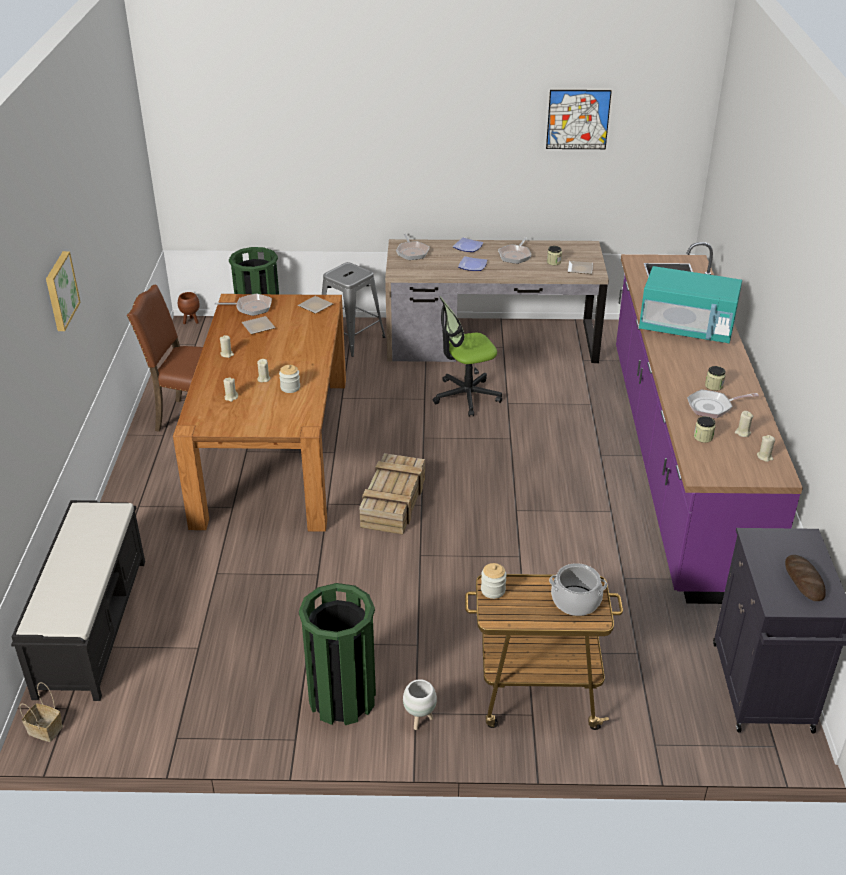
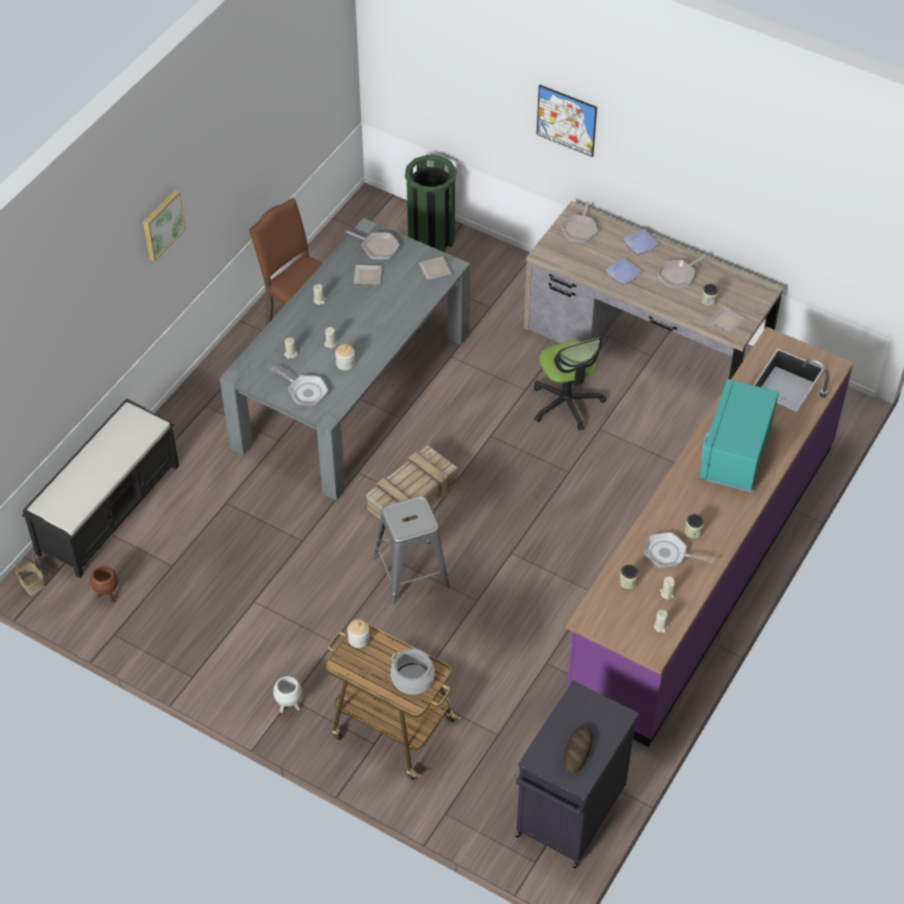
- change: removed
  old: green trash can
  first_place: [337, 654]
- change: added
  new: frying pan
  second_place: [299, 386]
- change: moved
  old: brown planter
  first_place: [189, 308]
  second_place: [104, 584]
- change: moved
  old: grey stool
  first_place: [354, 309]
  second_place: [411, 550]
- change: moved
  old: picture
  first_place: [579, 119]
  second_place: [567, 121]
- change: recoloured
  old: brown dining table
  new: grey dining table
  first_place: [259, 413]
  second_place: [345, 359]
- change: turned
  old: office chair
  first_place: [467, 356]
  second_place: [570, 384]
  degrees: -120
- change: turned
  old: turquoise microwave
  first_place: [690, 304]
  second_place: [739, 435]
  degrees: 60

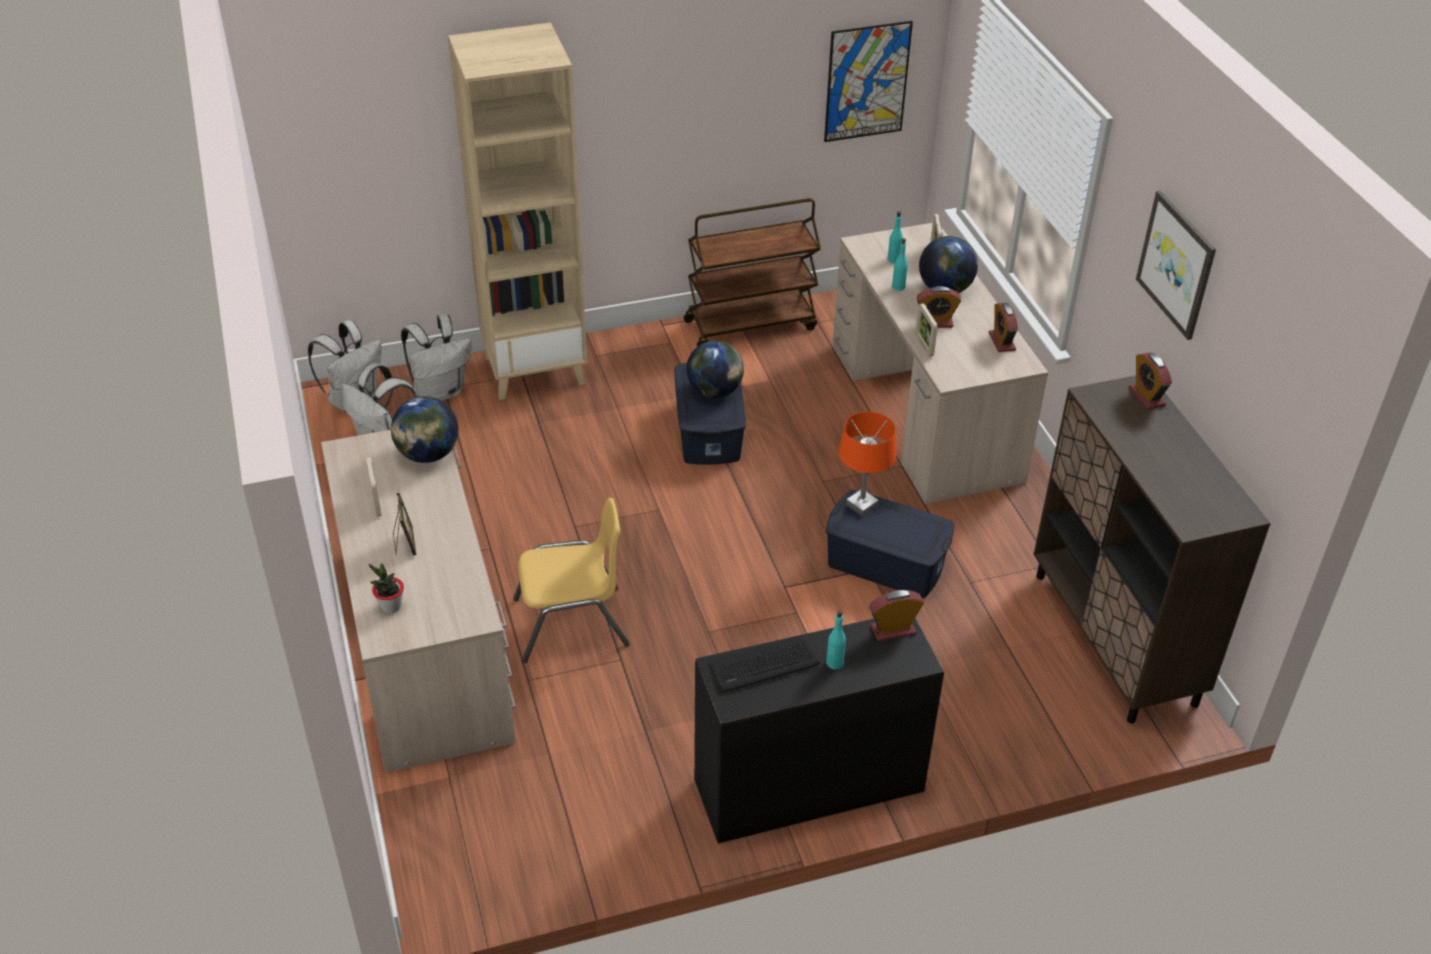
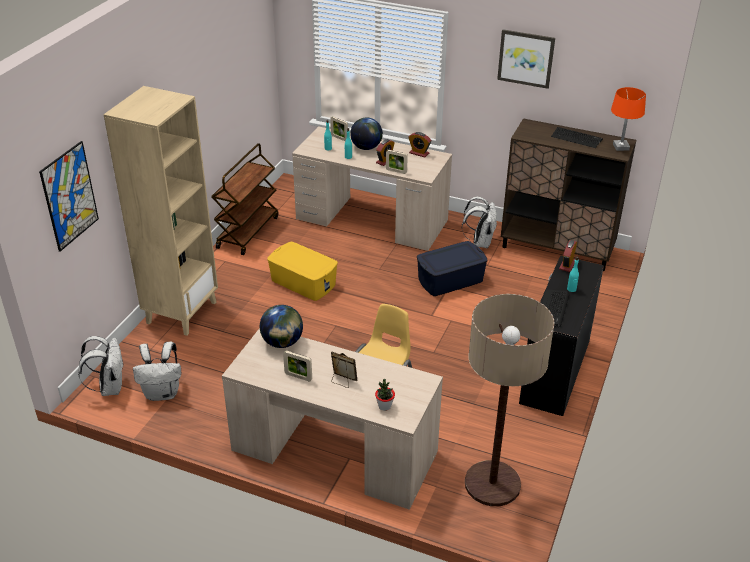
- change: removed
  old: globe
  first_place: [715, 369]
- change: removed
  old: alarm clock
  first_place: [1150, 381]
- change: added
  new: floor lamp
  second_place: [510, 400]
- change: added
  new: keyboard
  second_place: [577, 137]
- change: moved
  old: white backpack
  first_place: [436, 357]
  second_place: [479, 222]
- change: moved
  old: picture
  first_place: [868, 81]
  second_place: [69, 196]
- change: moved
  old: orange table lamp
  first_place: [867, 464]
  second_place: [628, 119]
- change: recoloured
  old: blue storage box
  new: yellow storage box
  first_place: [710, 414]
  second_place: [302, 271]

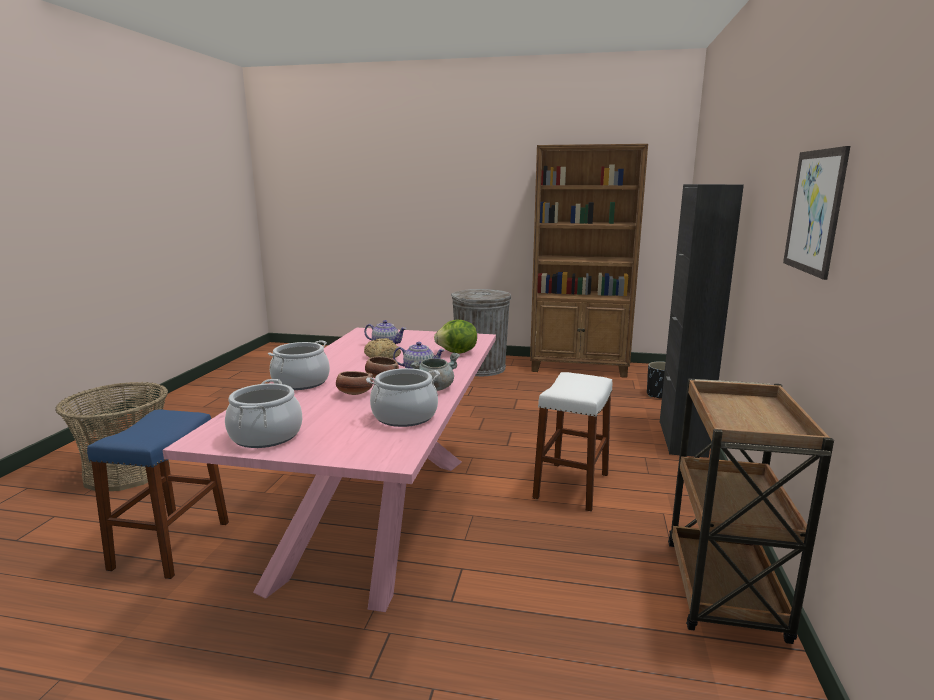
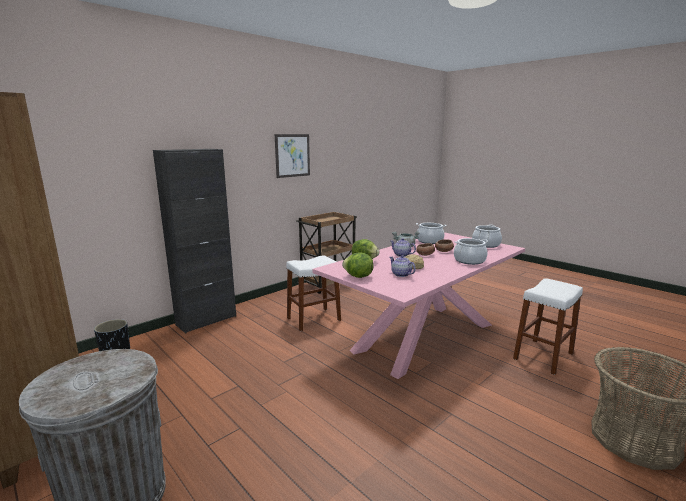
- change: added
  new: lettuce
  second_place: [358, 265]
- change: recoloured
  old: blue stool
  new: white stool
  first_place: [158, 494]
  second_place: [548, 326]

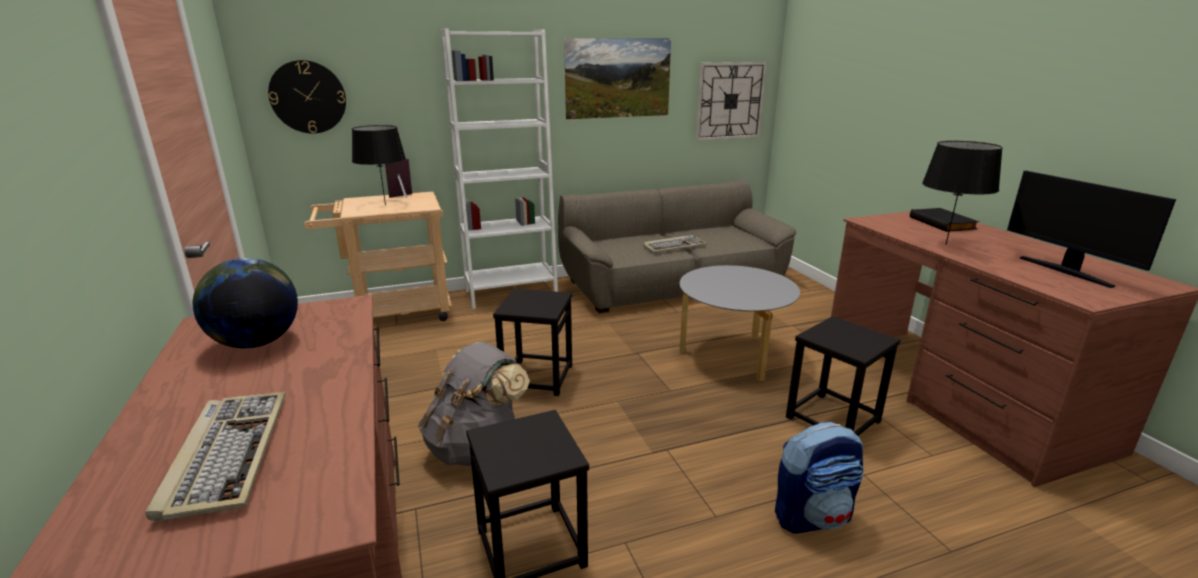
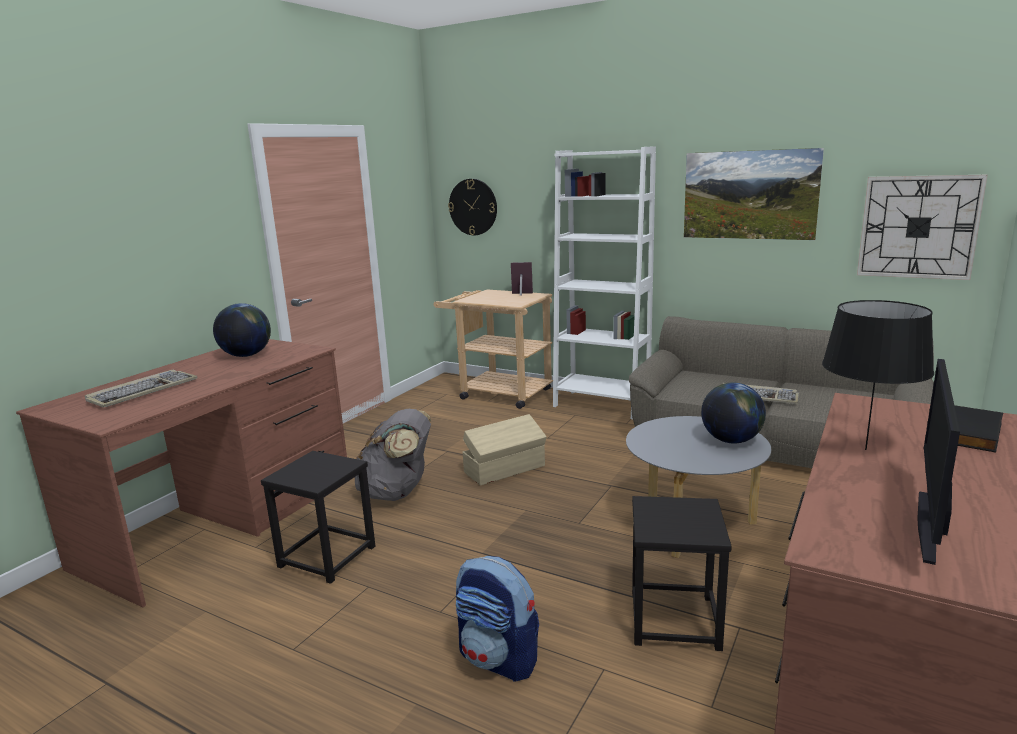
- change: removed
  old: black table lamp
  first_place: [379, 165]
- change: added
  new: globe
  second_place: [733, 413]
- change: replaced
  old: black stool
  new: beige storage box
  first_place: [532, 342]
  second_place: [505, 450]

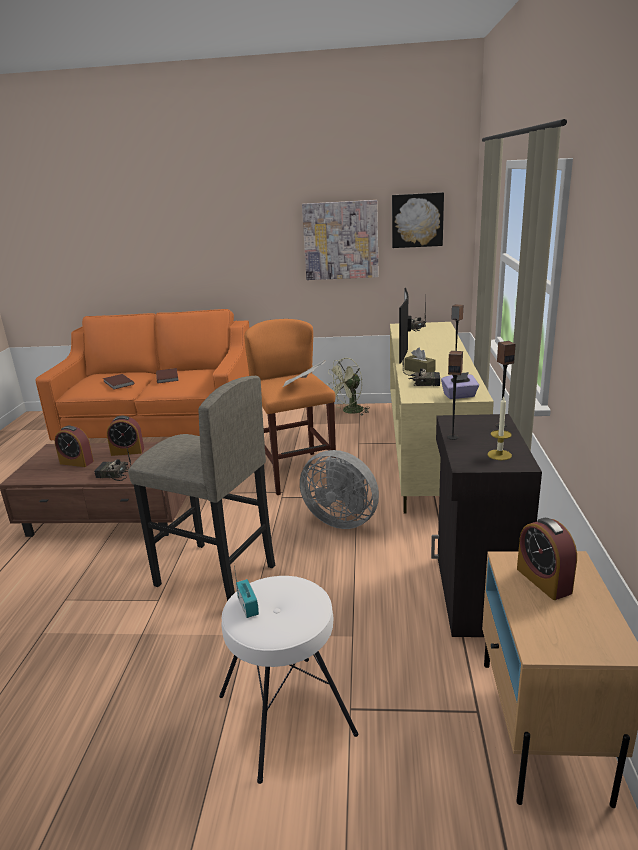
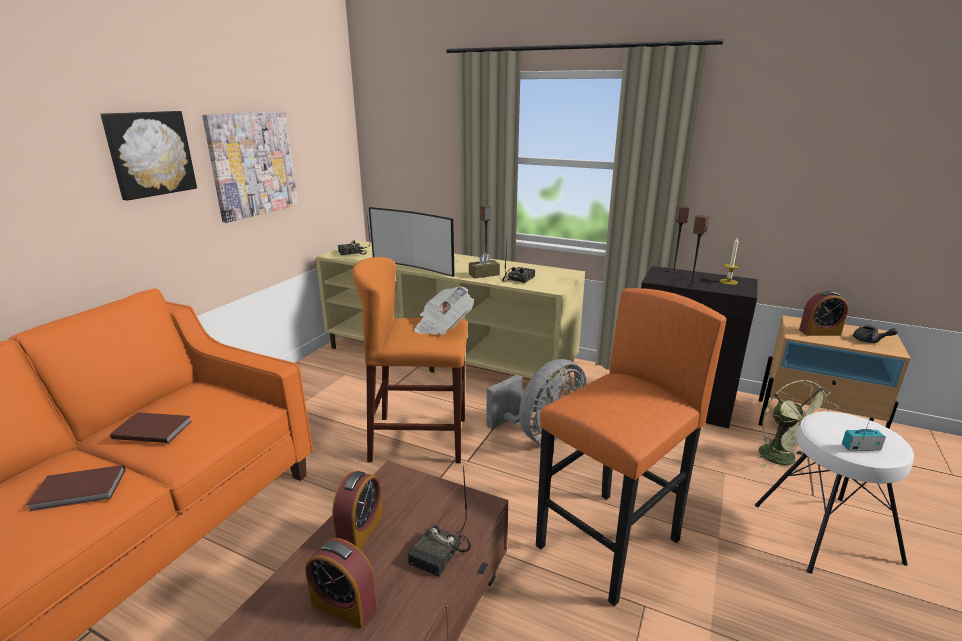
- change: removed
  old: purple tissue box
  first_place: [460, 385]
- change: added
  new: grey teapot
  second_place: [875, 334]
- change: moved
  old: green fan
  first_place: [349, 386]
  second_place: [799, 424]
- change: moved
  old: picture
  first_place: [418, 220]
  second_place: [148, 156]
- change: recoloured
  old: grey stool
  new: orange stool
  first_place: [201, 488]
  second_place: [631, 447]
- change: turned
  old: alarm clock
  first_place: [74, 446]
  second_place: [341, 583]
  degrees: 75

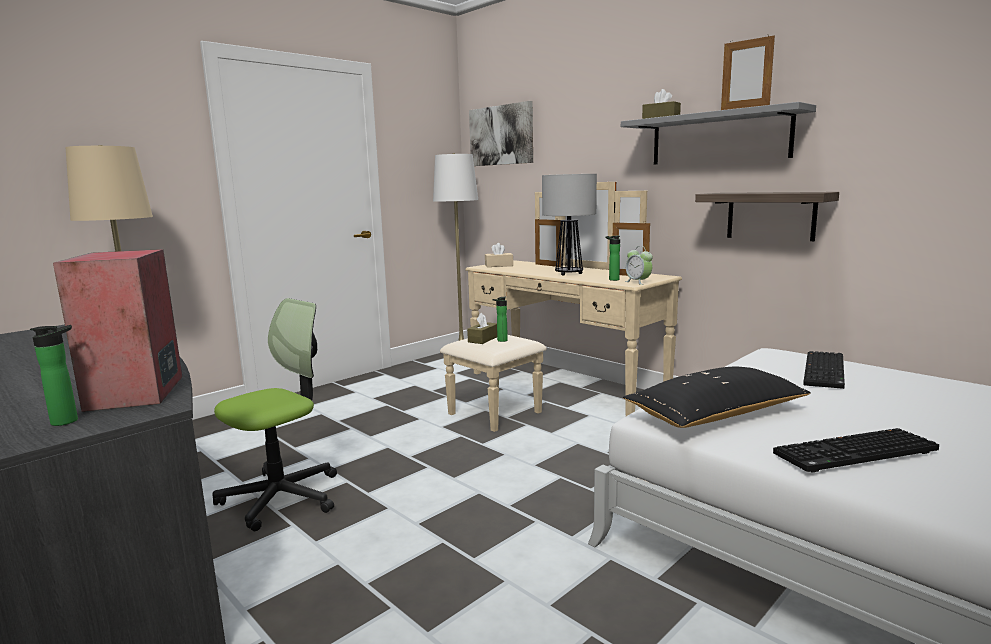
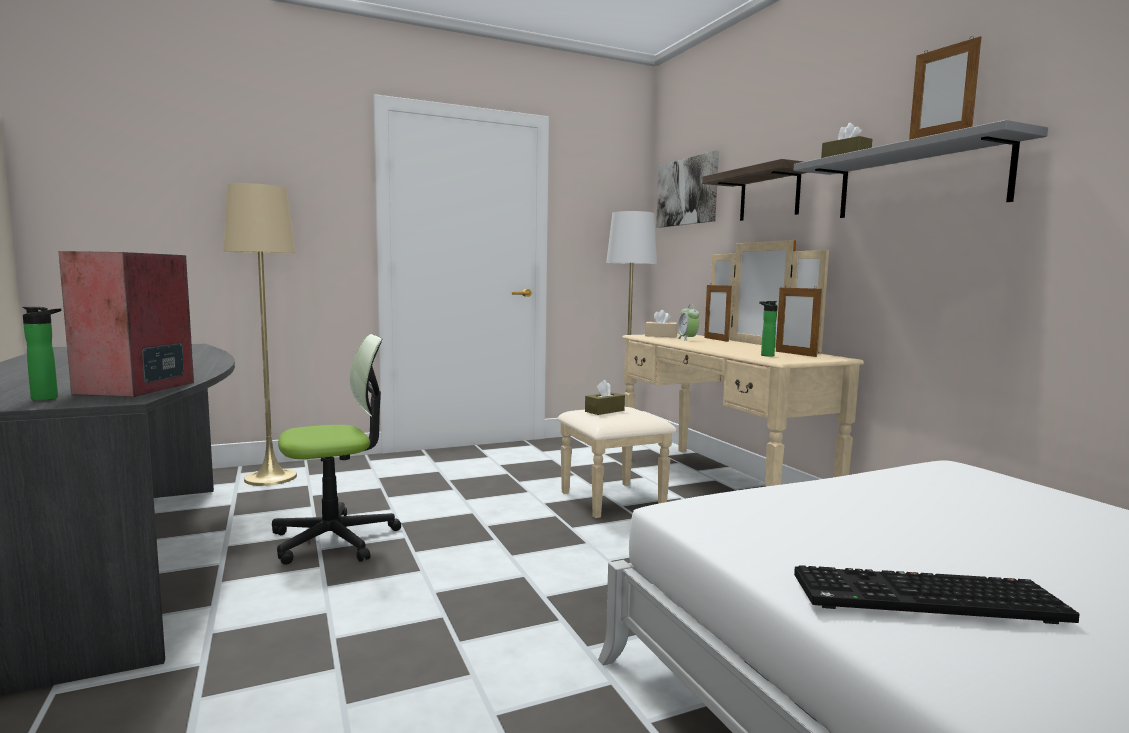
- change: removed
  old: bottle
  first_place: [500, 319]
- change: removed
  old: table lamp
  first_place: [569, 225]
- change: removed
  old: black pillow
  first_place: [717, 397]
- change: removed
  old: keyboard
  first_place: [824, 370]
- change: moved
  old: alarm clock
  first_place: [639, 265]
  second_place: [688, 322]
- change: moved
  old: shelf
  first_place: [767, 216]
  second_place: [755, 190]

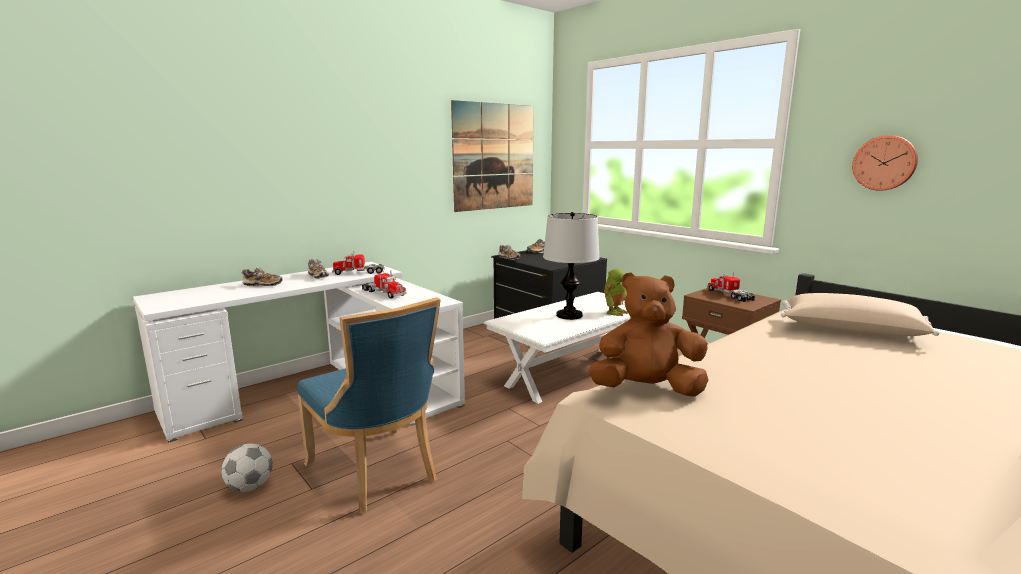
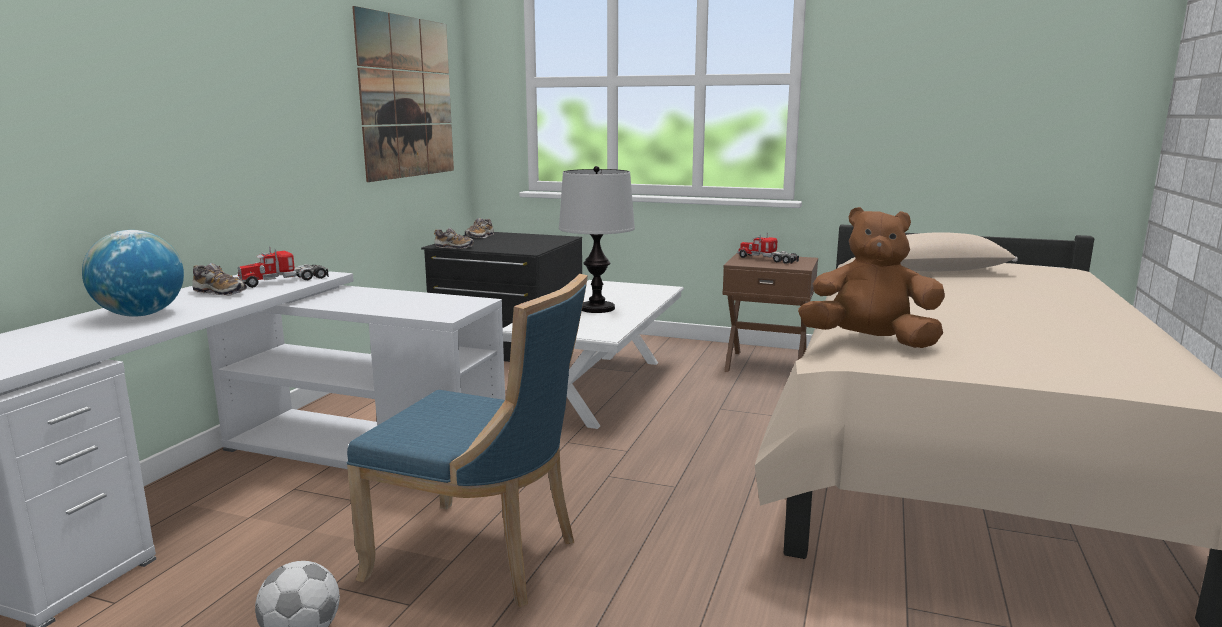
- change: removed
  old: toy truck
  first_place: [384, 285]
- change: removed
  old: toy robot
  first_place: [616, 292]
- change: removed
  old: wall clock
  first_place: [885, 163]
- change: replaced
  old: shoe
  new: globe
  first_place: [262, 276]
  second_place: [133, 273]
- change: turned
  old: brown plush toy
  first_place: [648, 334]
  second_place: [871, 277]
  degrees: 45

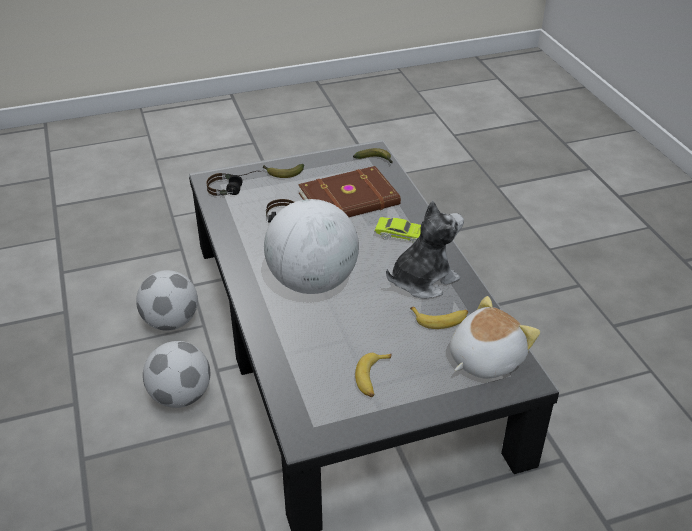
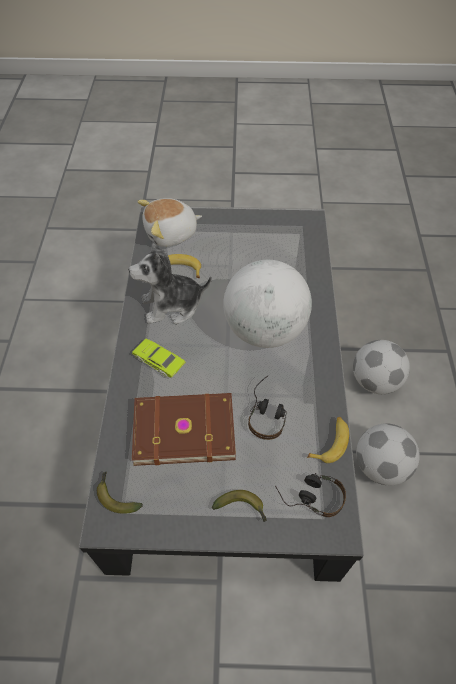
- change: moved
  old: banana
  first_place: [373, 375]
  second_place: [328, 440]

